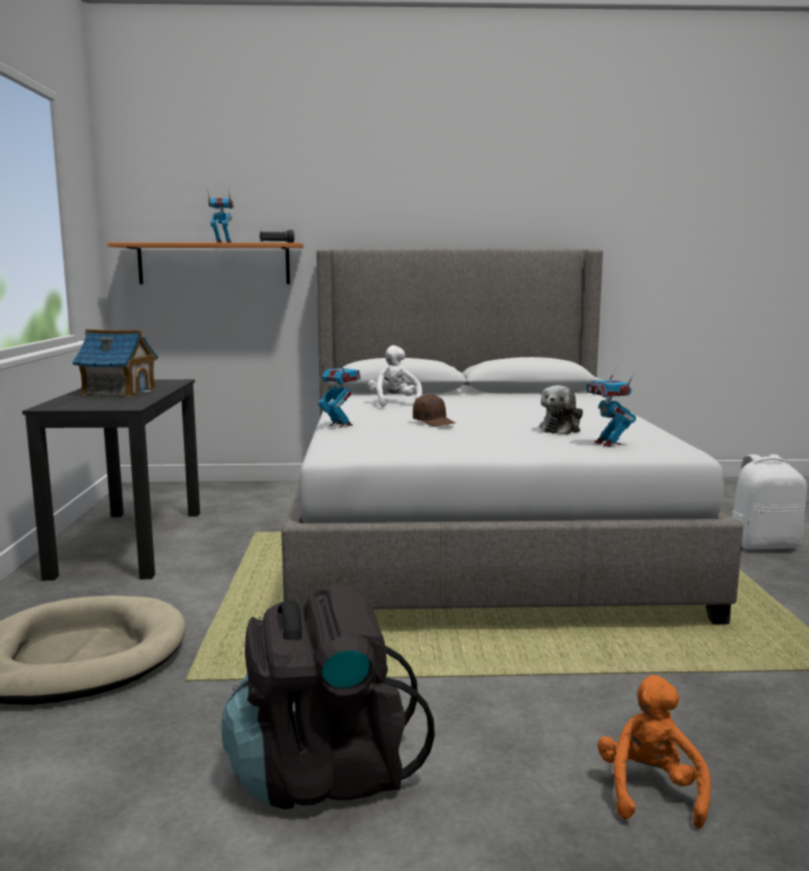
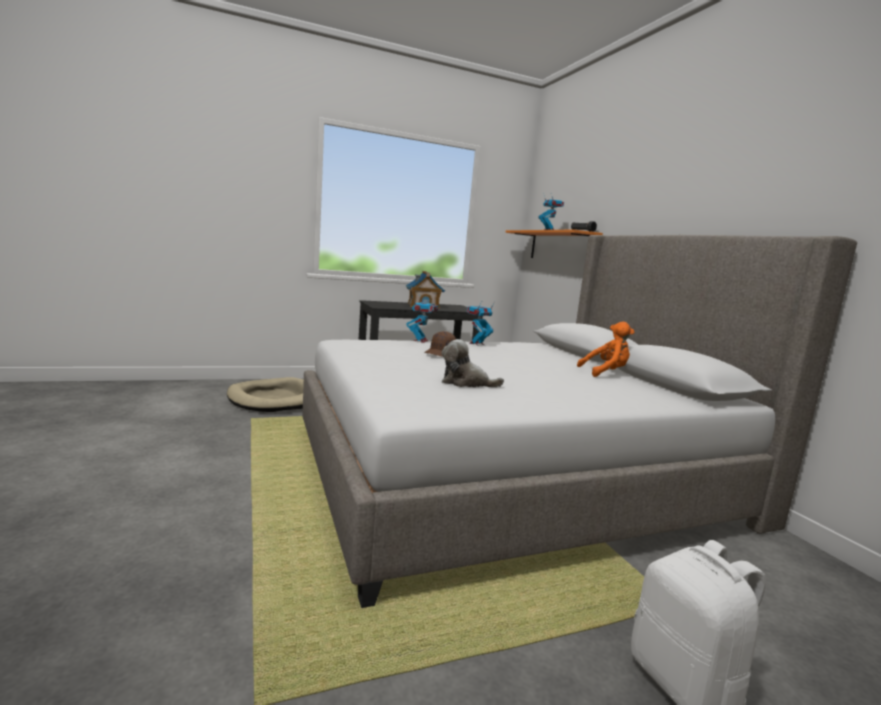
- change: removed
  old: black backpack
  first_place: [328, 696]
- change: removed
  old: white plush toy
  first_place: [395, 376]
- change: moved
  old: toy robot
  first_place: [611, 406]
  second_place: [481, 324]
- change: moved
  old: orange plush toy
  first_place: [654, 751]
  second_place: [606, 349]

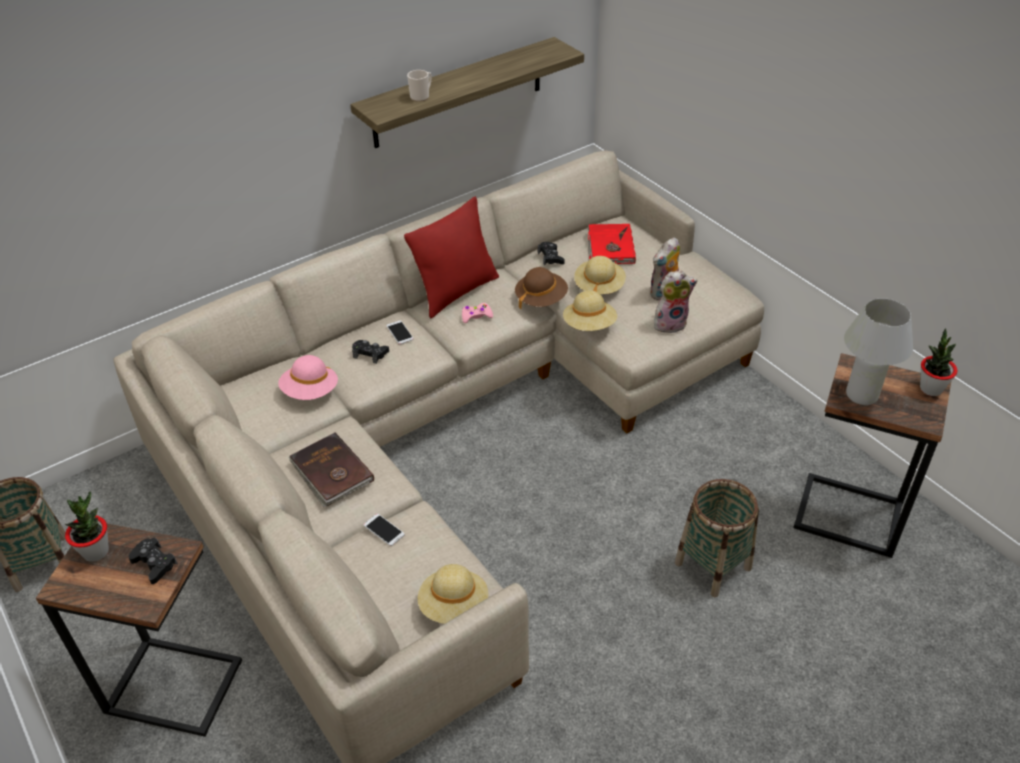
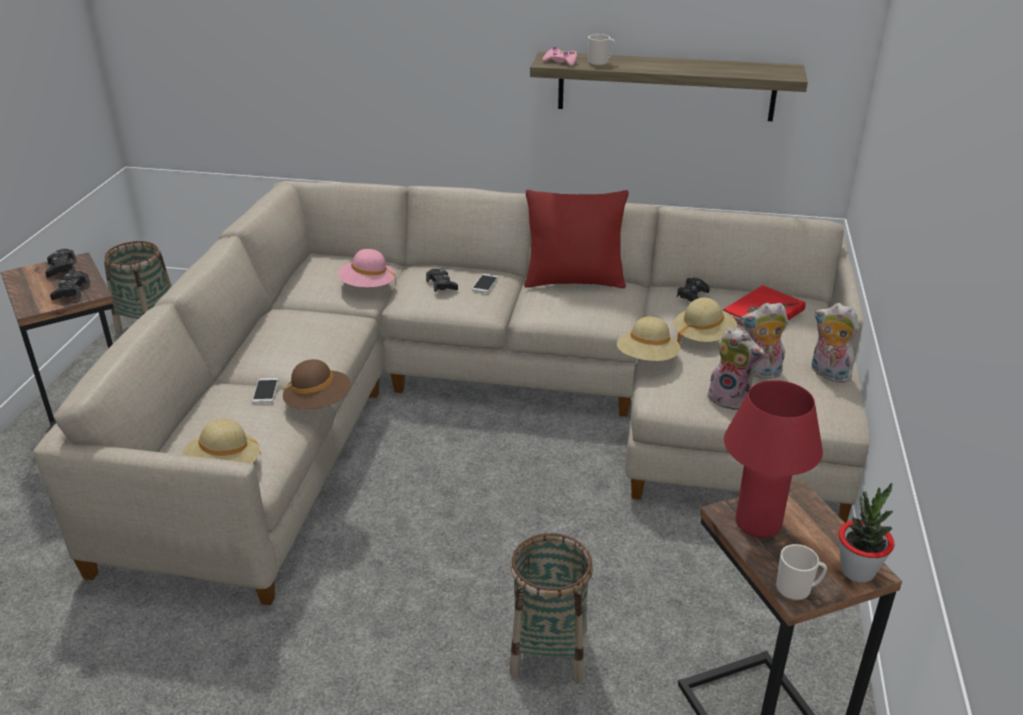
- change: removed
  old: brown book
  first_place: [331, 469]
- change: added
  new: mug
  second_place: [801, 572]
- change: added
  new: plush toy
  second_place: [835, 343]
- change: moved
  old: pink game controller
  first_place: [477, 313]
  second_place: [559, 56]
- change: moved
  old: brown hat
  first_place: [541, 288]
  second_place: [317, 384]
- change: replaced
  old: potted plant
  new: black game controller
  first_place: [87, 527]
  second_place: [60, 263]
- change: recoloured
  old: white table lamp
  new: red table lamp
  first_place: [878, 351]
  second_place: [773, 459]

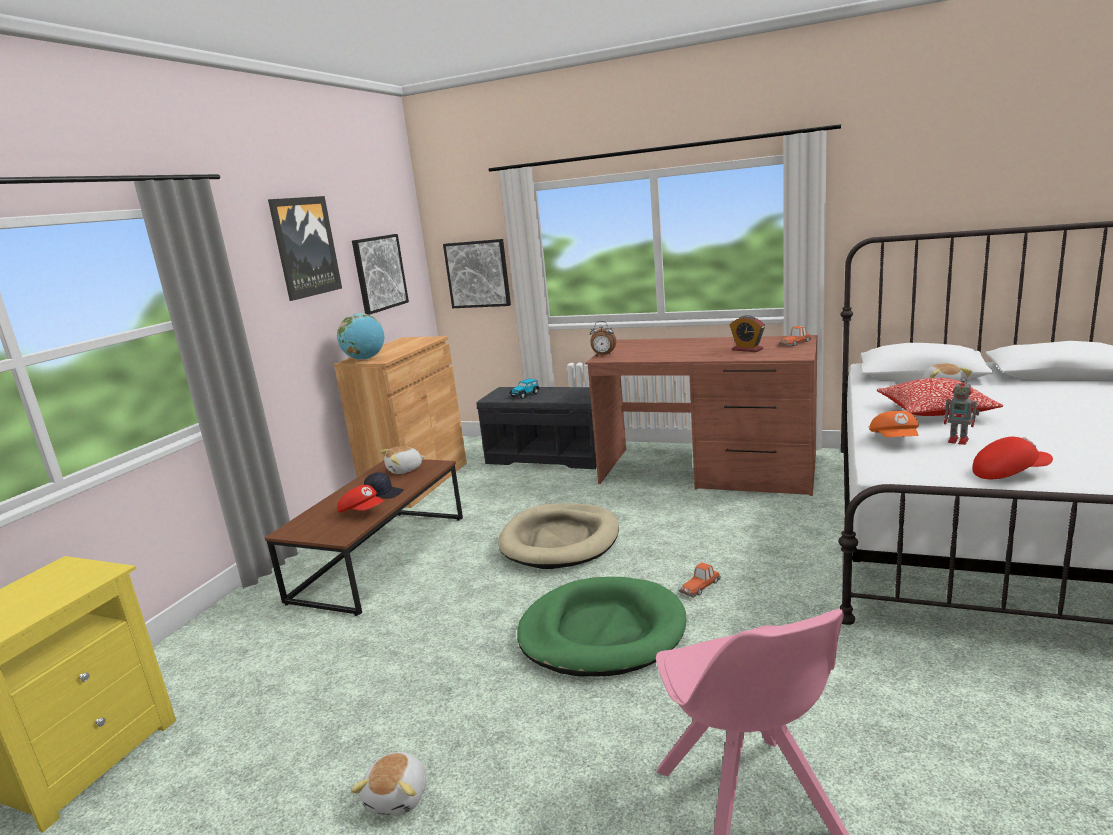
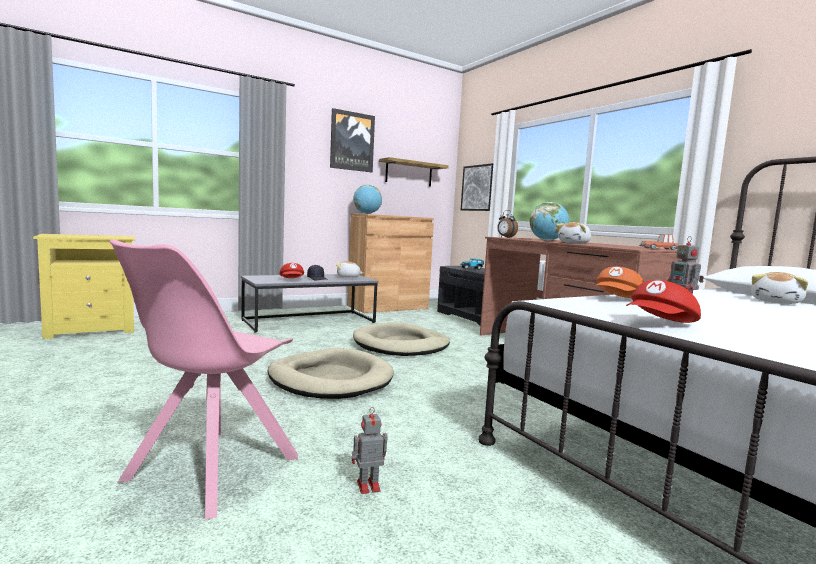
- change: removed
  old: toy car
  first_place: [700, 580]
- change: removed
  old: alarm clock
  first_place: [747, 333]
- change: removed
  old: pillow
  first_place: [940, 397]
- change: added
  new: toy robot
  second_place: [369, 450]
- change: added
  new: globe
  second_place: [549, 221]
- change: moved
  old: plush toy
  first_place: [388, 783]
  second_place: [573, 233]
- change: replaced
  old: picture
  new: shelf
  first_place: [380, 274]
  second_place: [414, 172]
- change: recoloured
  old: brown coffee table
  new: grey coffee table
  first_place: [364, 537]
  second_place: [309, 303]
- change: recoloured
  old: green dog bed
  new: beige dog bed
  first_place: [601, 627]
  second_place: [331, 373]
- change: turned
  old: red cap
  first_place: [1012, 458]
  second_place: [663, 301]
  degrees: 105

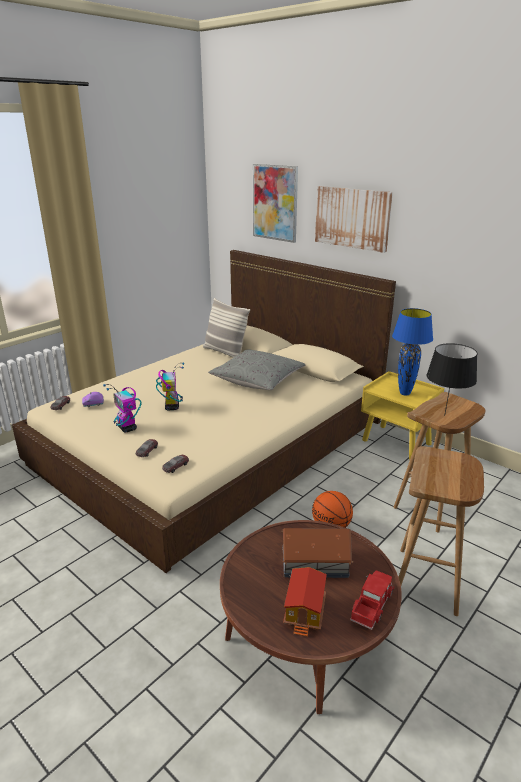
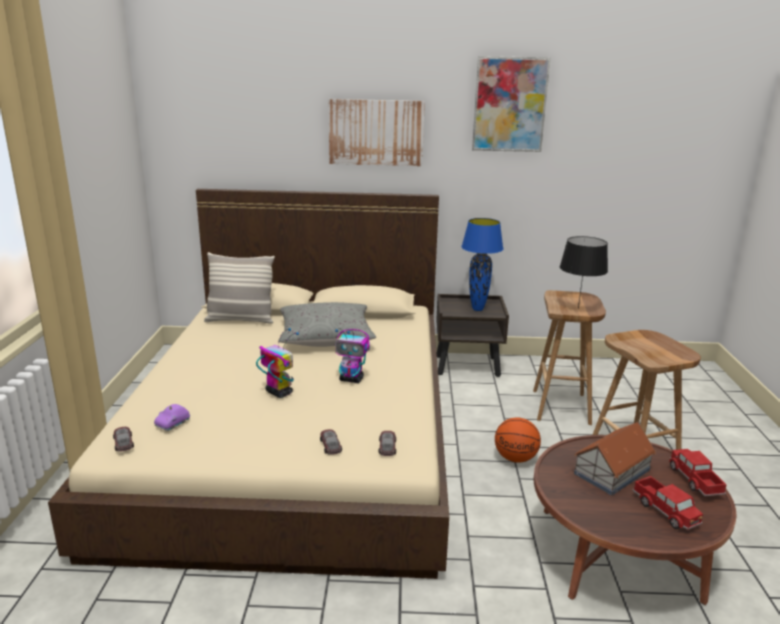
- change: moved
  old: toy robot
  first_place: [122, 408]
  second_place: [352, 355]
- change: moved
  old: picture
  first_place: [275, 203]
  second_place: [511, 104]
- change: replaced
  old: toy house
  new: toy truck
  first_place: [305, 602]
  second_place: [667, 503]
- change: recoloured
  old: yellow nightstand
  new: brown nightstand
  first_place: [402, 415]
  second_place: [472, 335]

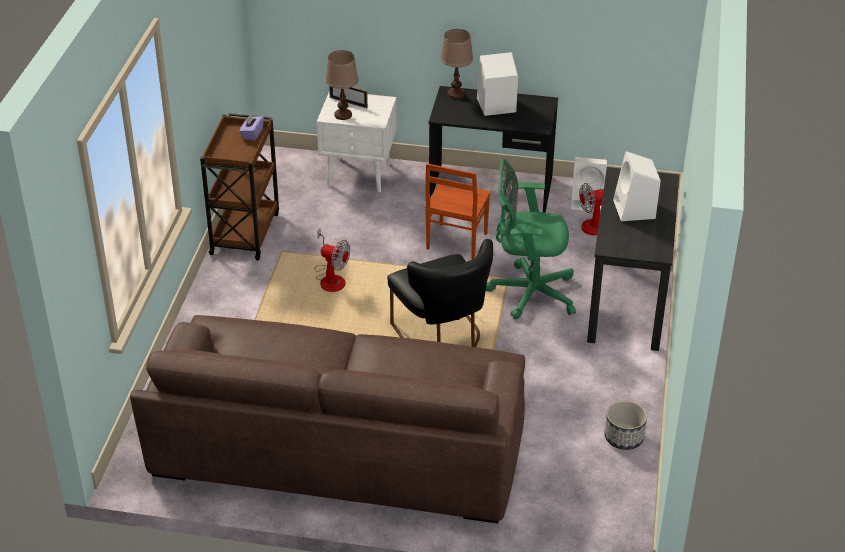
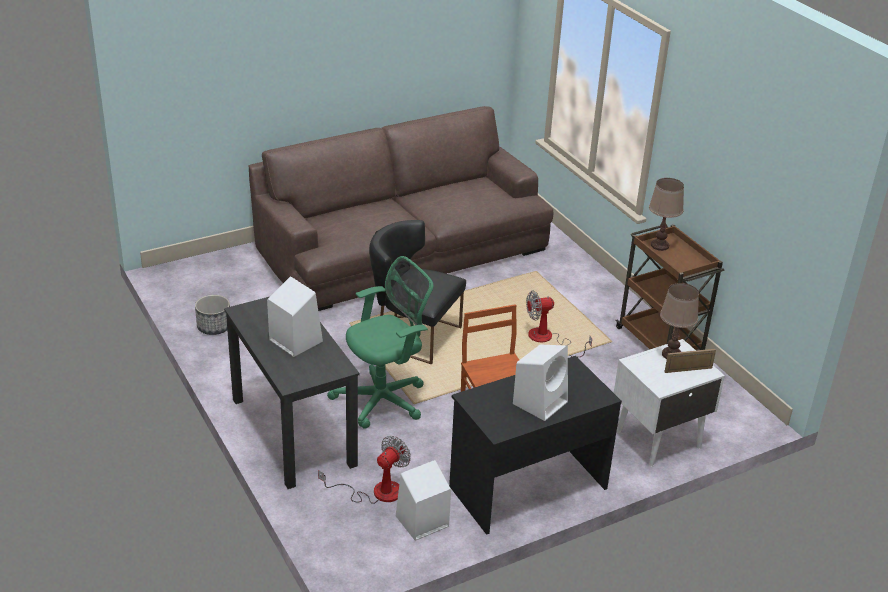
- change: removed
  old: purple tissue box
  first_place: [251, 127]
- change: moved
  old: brown table lamp
  first_place: [456, 64]
  second_place: [666, 214]

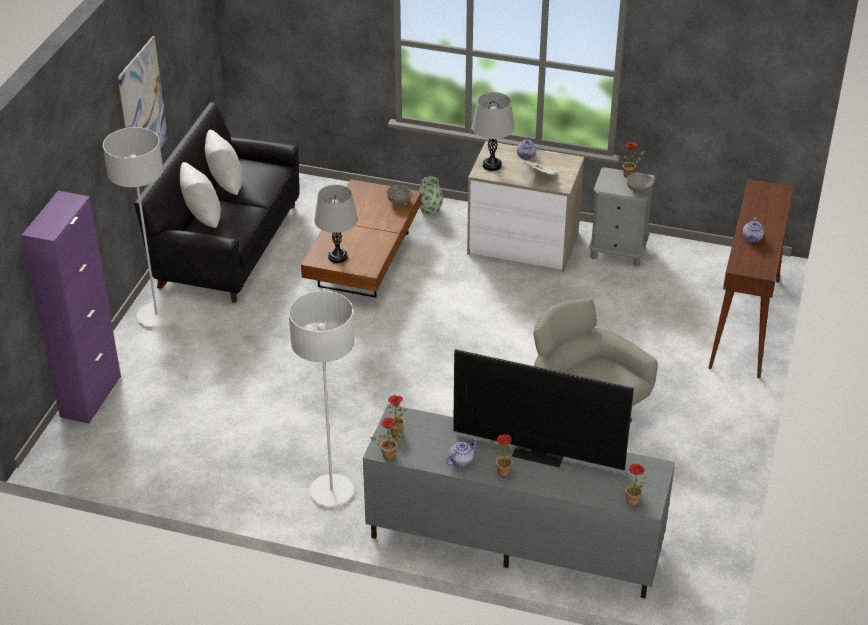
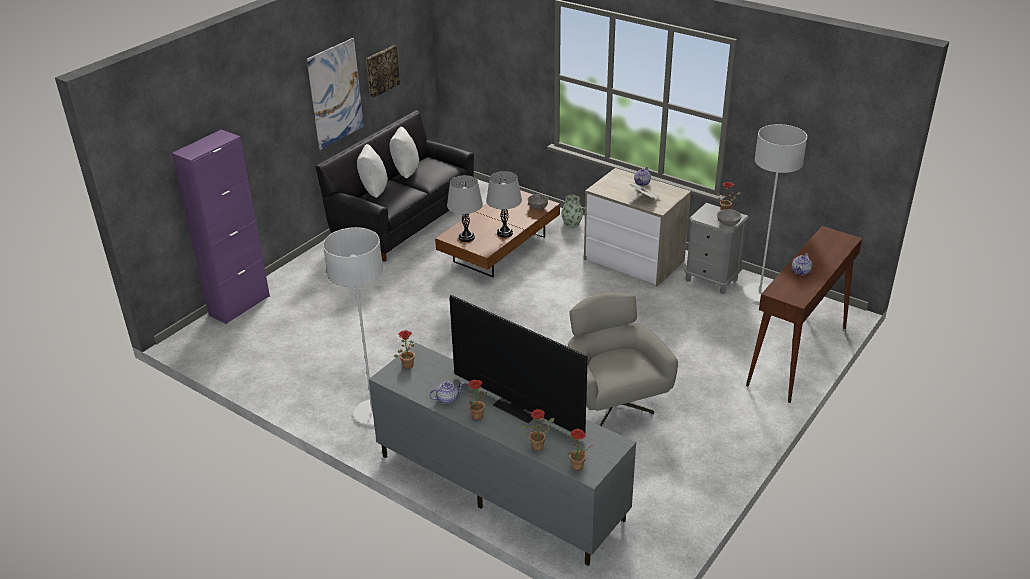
- change: added
  new: picture
  second_place: [383, 71]
- change: moved
  old: grey floor lamp
  first_place: [139, 227]
  second_place: [775, 213]
- change: moved
  old: potted plant
  first_place: [387, 439]
  second_place: [538, 430]
- change: moved
  old: grey table lamp
  first_place: [493, 131]
  second_place: [504, 204]

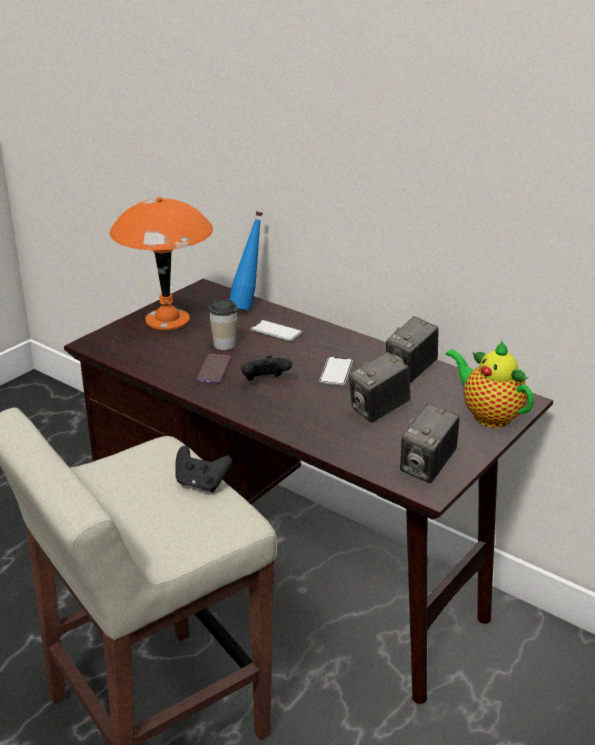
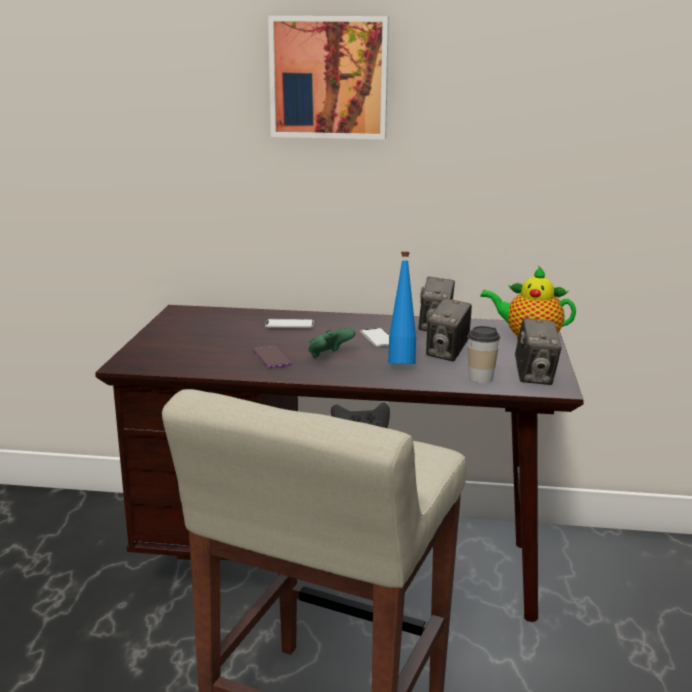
- change: removed
  old: orange table lamp
  first_place: [161, 263]
- change: added
  new: picture
  second_place: [328, 78]
- change: moved
  old: cup
  first_place: [223, 324]
  second_place: [483, 354]
- change: moved
  old: blue bottle
  first_place: [246, 260]
  second_place: [402, 308]
- change: recoloured
  old: black game controller
  new: green game controller
  first_place: [266, 368]
  second_place: [331, 343]

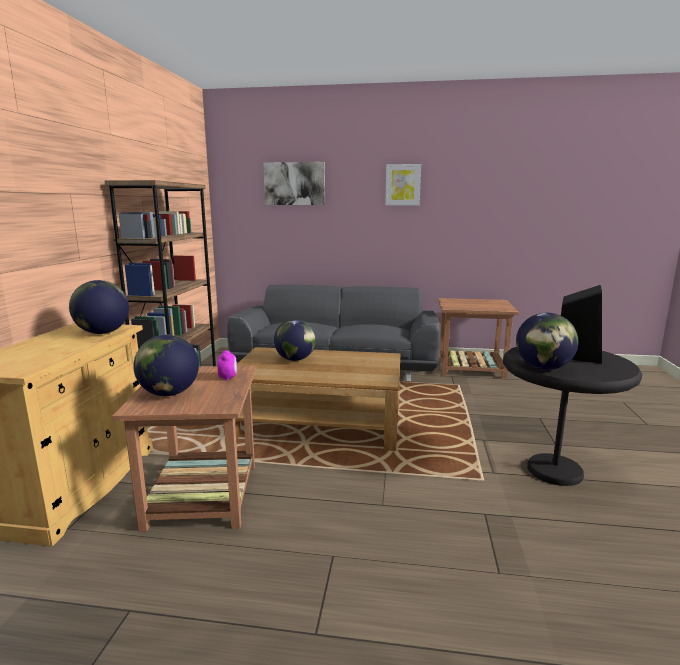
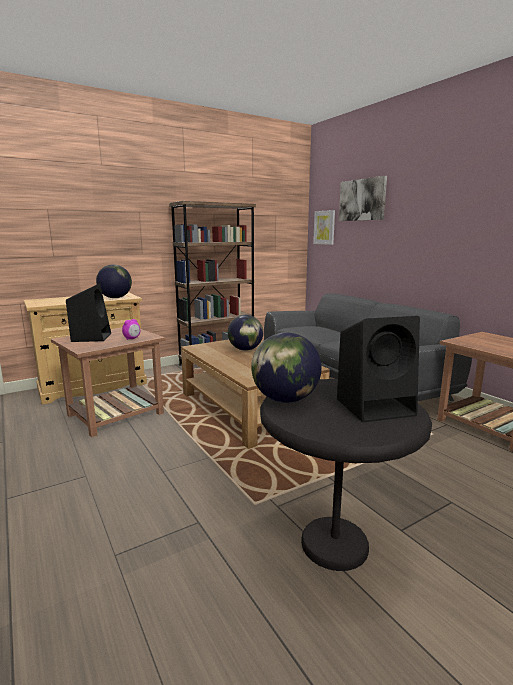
- change: moved
  old: picture
  first_place: [403, 184]
  second_place: [324, 227]
- change: replaced
  old: globe
  new: black speaker
  first_place: [166, 365]
  second_place: [88, 313]

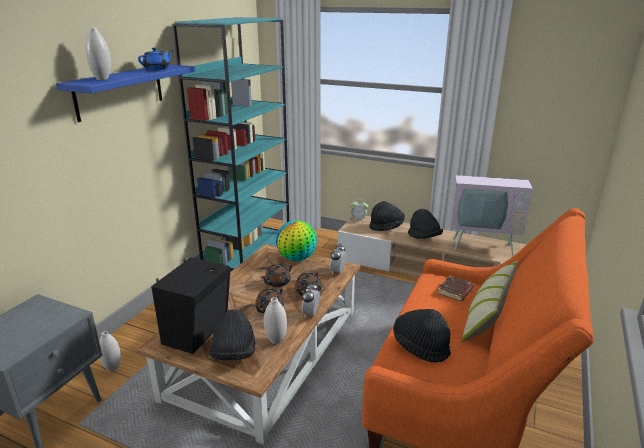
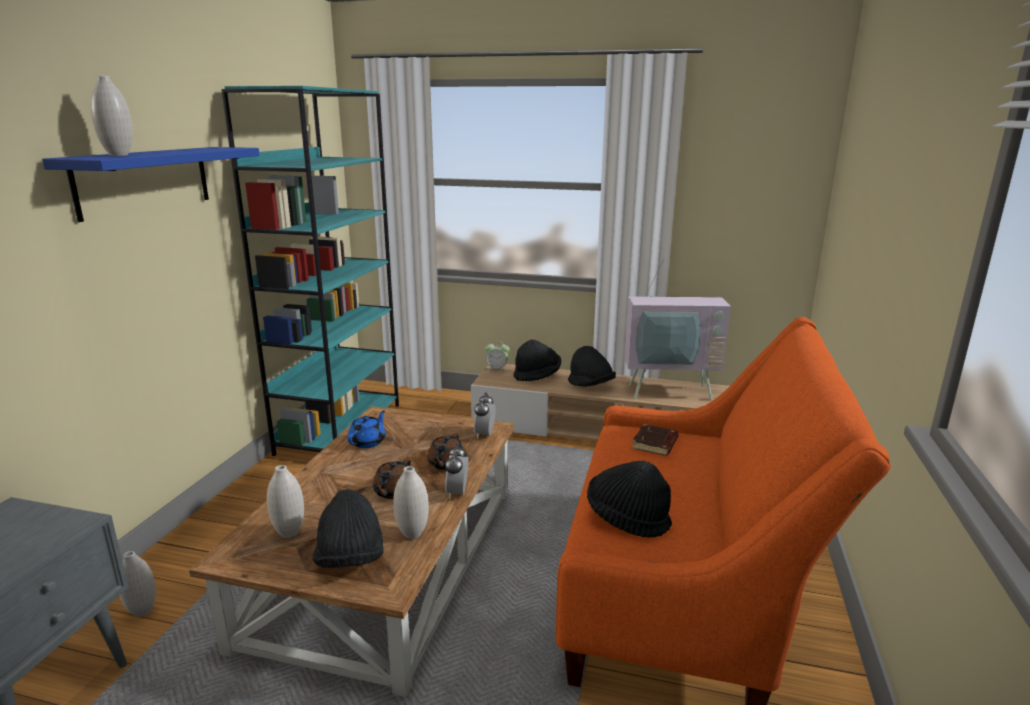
- change: removed
  old: brown teapot
  first_place: [276, 275]
- change: removed
  old: globe
  first_place: [296, 240]
- change: removed
  old: pillow
  first_place: [490, 301]
- change: moved
  old: blue teapot
  first_place: [155, 59]
  second_place: [366, 429]
- change: replaced
  old: black speaker
  new: white vase
  first_place: [191, 305]
  second_place: [285, 501]

